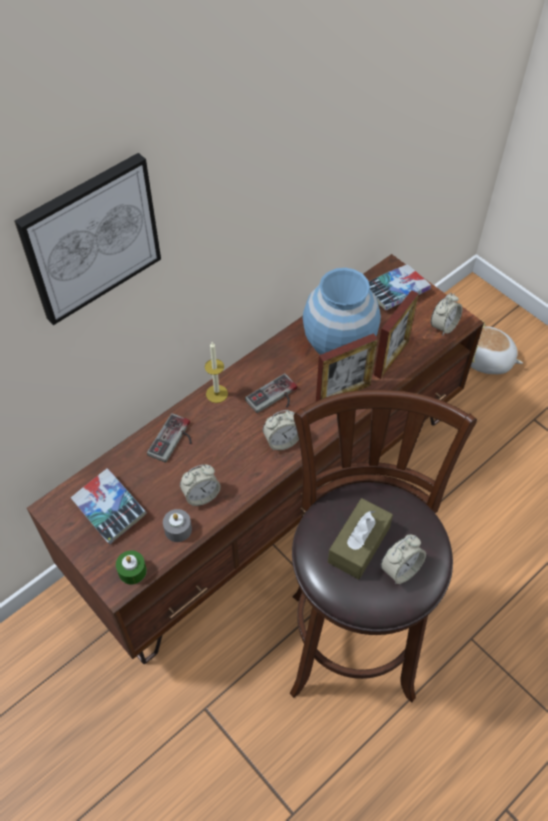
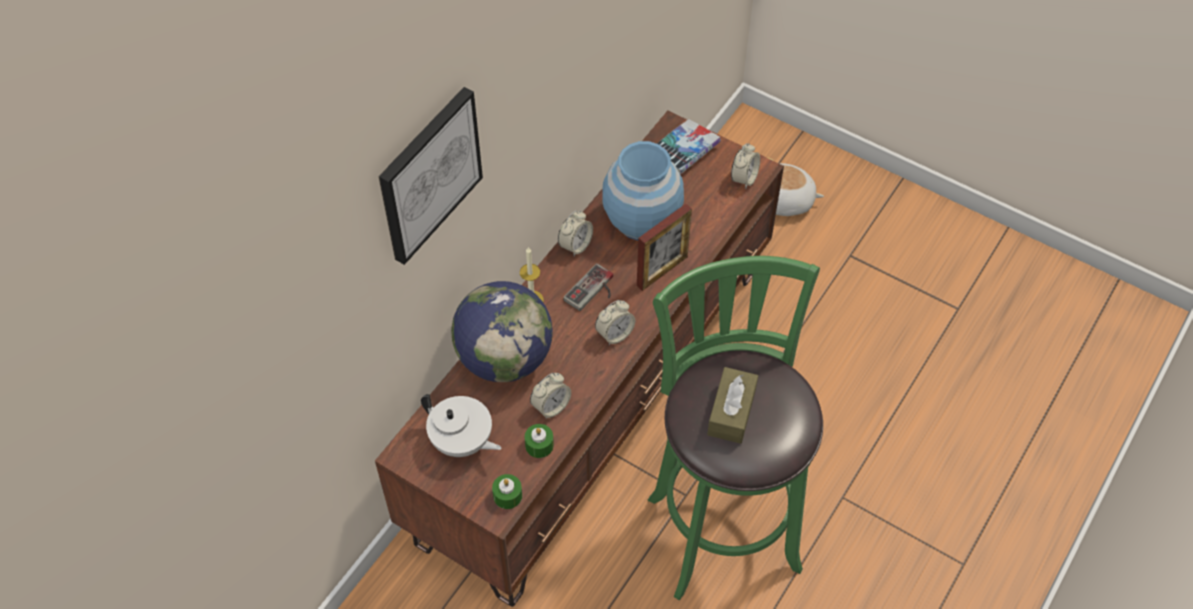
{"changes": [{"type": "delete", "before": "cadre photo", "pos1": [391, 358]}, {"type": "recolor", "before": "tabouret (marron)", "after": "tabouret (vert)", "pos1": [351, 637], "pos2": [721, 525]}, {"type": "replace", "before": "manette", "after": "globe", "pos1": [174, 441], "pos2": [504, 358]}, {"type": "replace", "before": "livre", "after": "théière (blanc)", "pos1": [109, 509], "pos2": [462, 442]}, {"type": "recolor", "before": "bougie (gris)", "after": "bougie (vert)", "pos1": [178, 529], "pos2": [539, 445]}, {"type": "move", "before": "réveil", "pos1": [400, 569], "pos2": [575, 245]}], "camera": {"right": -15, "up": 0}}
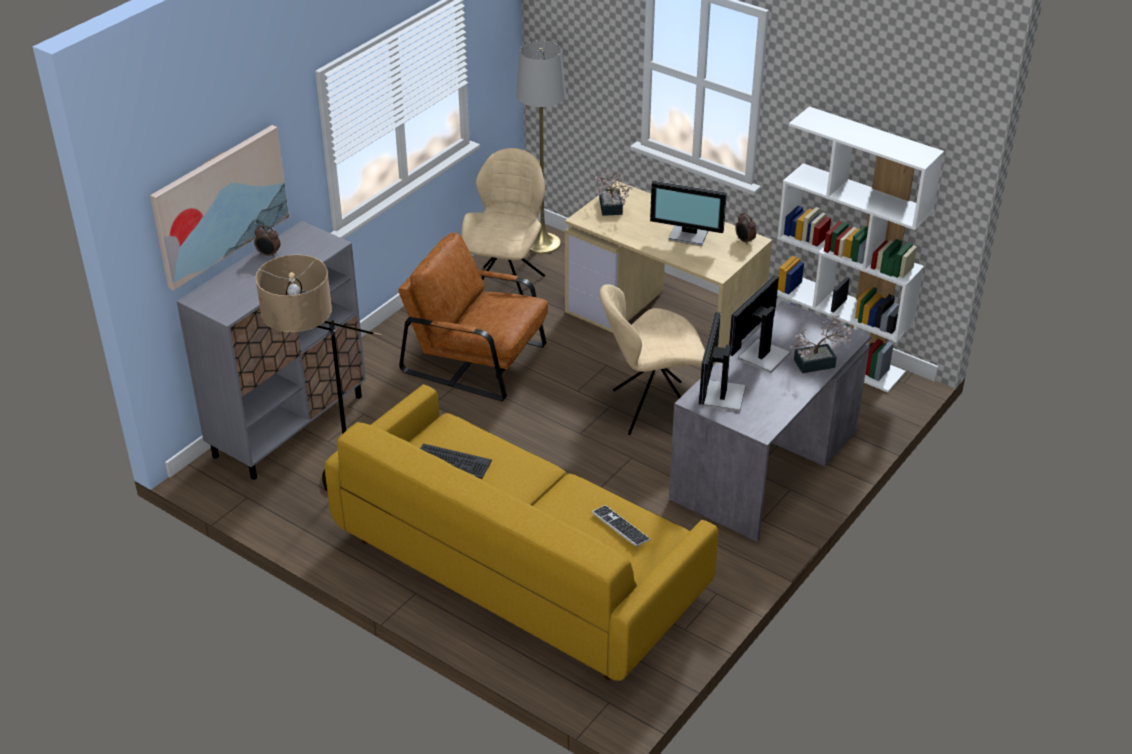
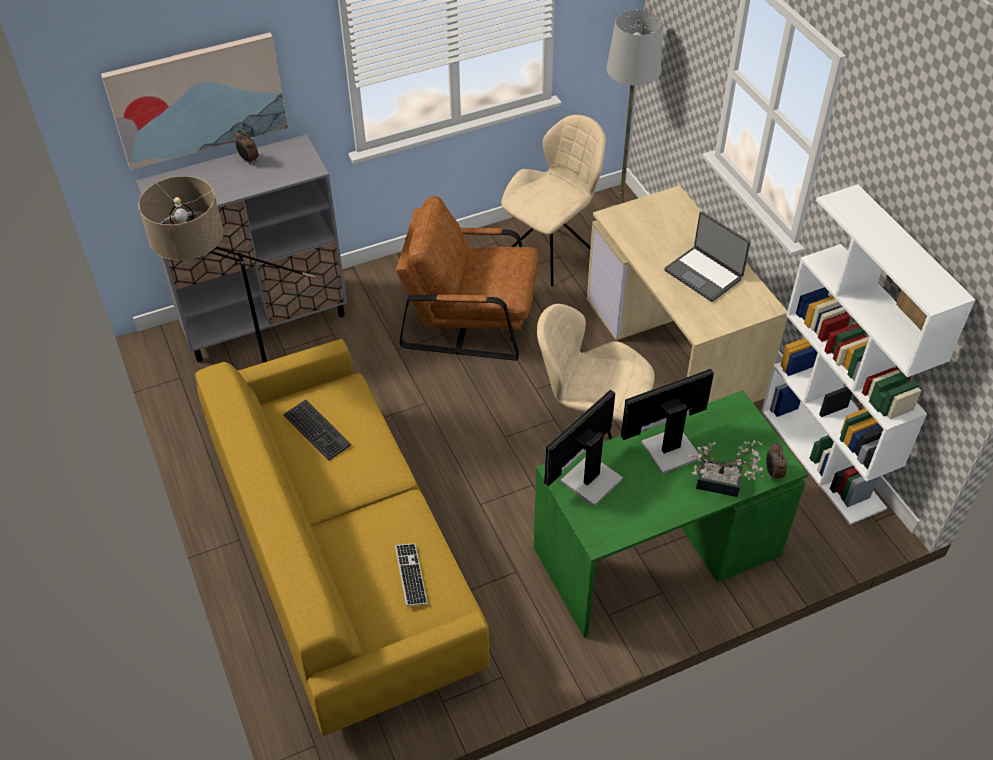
{"changes": [{"type": "delete", "before": "plante en pot", "pos1": [610, 209]}, {"type": "replace", "before": "écran d'ordinateur", "after": "ordinateur portable", "pos1": [689, 235], "pos2": [704, 274]}, {"type": "move", "before": "réveil", "pos1": [744, 241], "pos2": [772, 473]}, {"type": "rotate", "before": "fauteuil (marron)", "pos1": [477, 358], "pos2": [471, 317], "turn": -45}, {"type": "recolor", "before": "bureau (gris)", "after": "bureau (vert)", "pos1": [765, 466], "pos2": [656, 554]}], "camera": {"right": 30, "up": 10}}
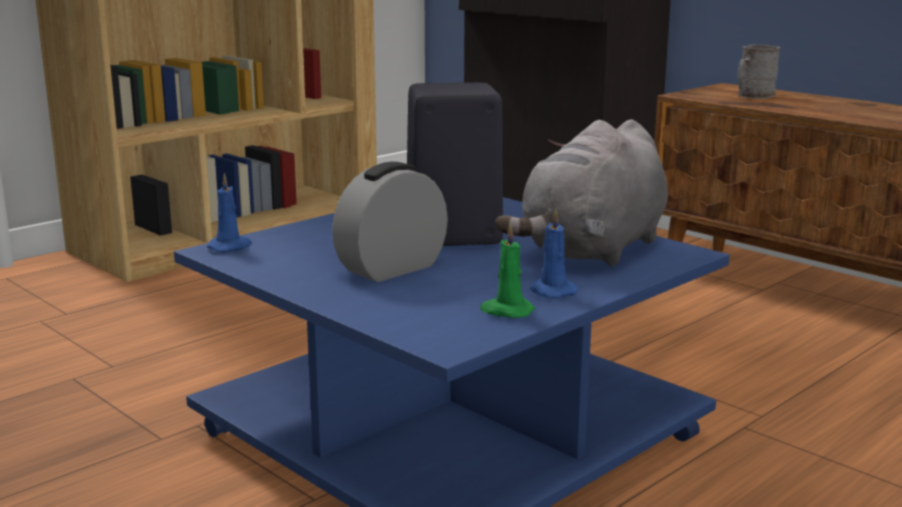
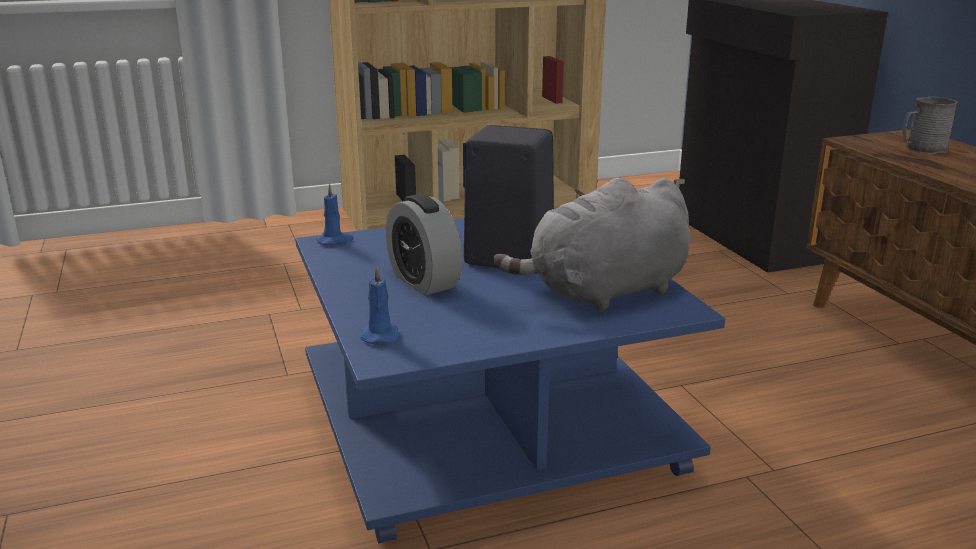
{"changes": [{"type": "rotate", "before": "réveil", "pos1": [392, 269], "pos2": [423, 281], "turn": -105}, {"type": "move", "before": "bougie (bleu)", "pos1": [551, 291], "pos2": [380, 335]}, {"type": "delete", "before": "bougie (vert)", "pos1": [506, 311]}], "camera": {"right": 25, "up": 5}}
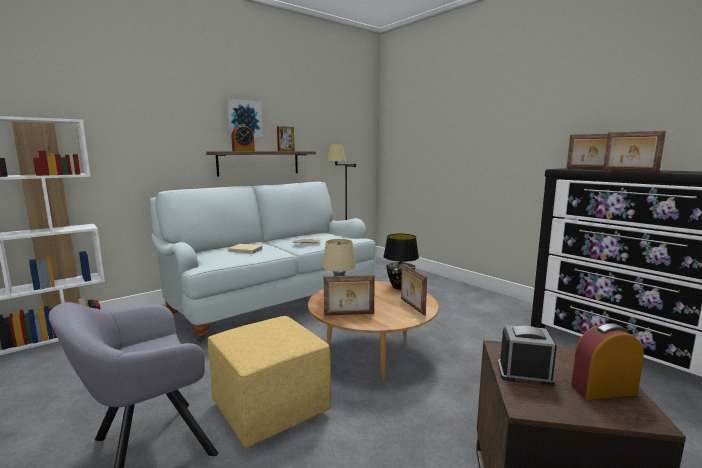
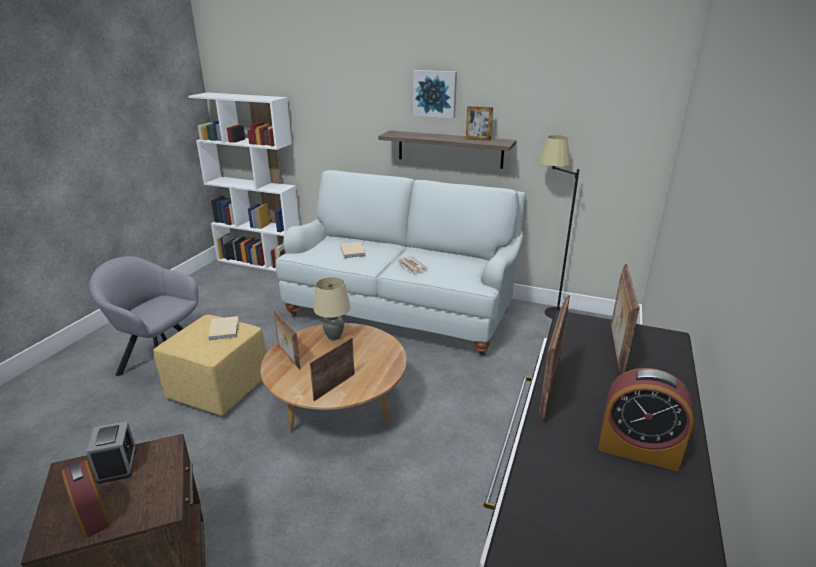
{"changes": [{"type": "move", "before": "réveil", "pos1": [243, 151], "pos2": [638, 449]}, {"type": "delete", "before": "lampe de table (noir)", "pos1": [400, 287]}, {"type": "insert", "after": "livre (beige)", "pos2": [225, 329]}], "camera": {"right": 60, "up": 15}}
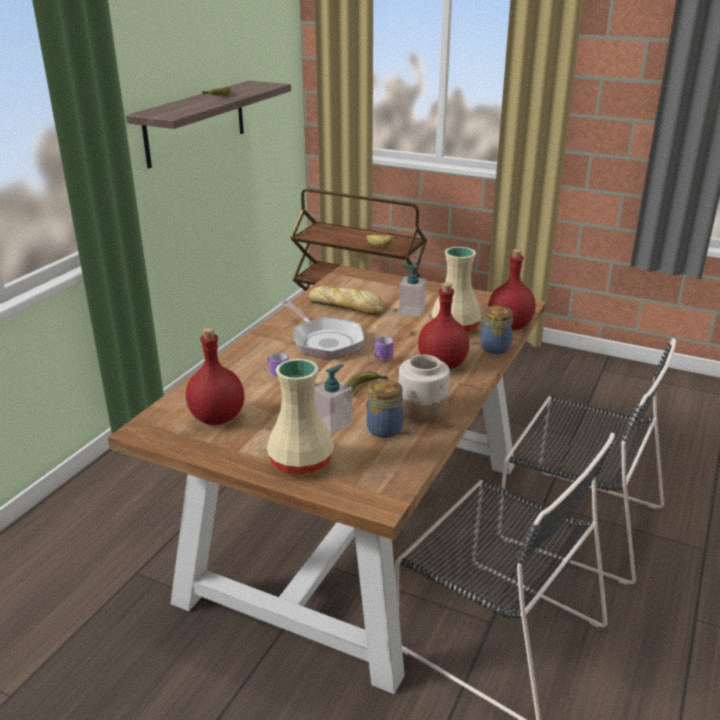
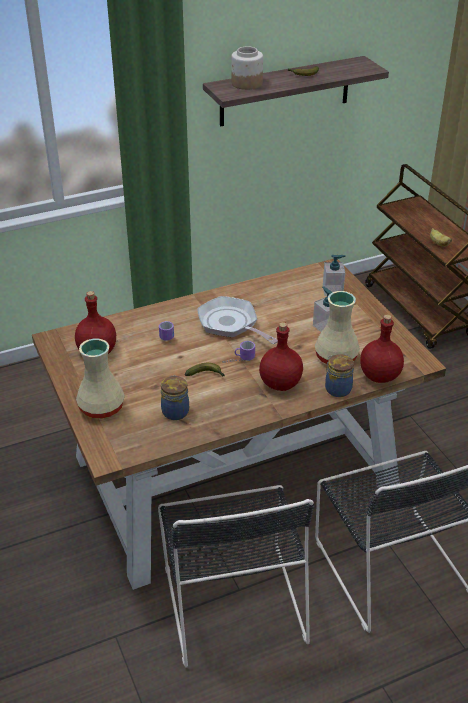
{"changes": [{"type": "delete", "before": "pain", "pos1": [347, 307]}, {"type": "rotate", "before": "poêle", "pos1": [324, 341], "pos2": [231, 324], "turn": 135}, {"type": "move", "before": "bocal", "pos1": [422, 409], "pos2": [246, 84]}, {"type": "move", "before": "distributeur de savon", "pos1": [333, 423], "pos2": [333, 290]}], "camera": {"right": 40, "up": 10}}
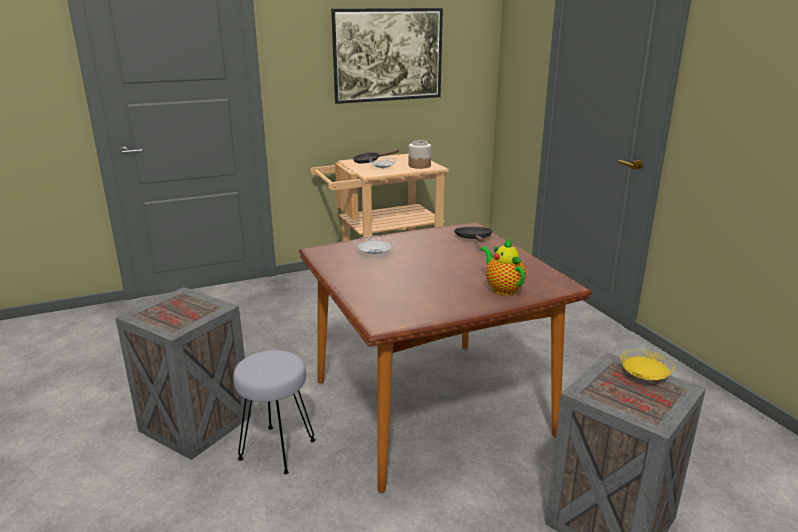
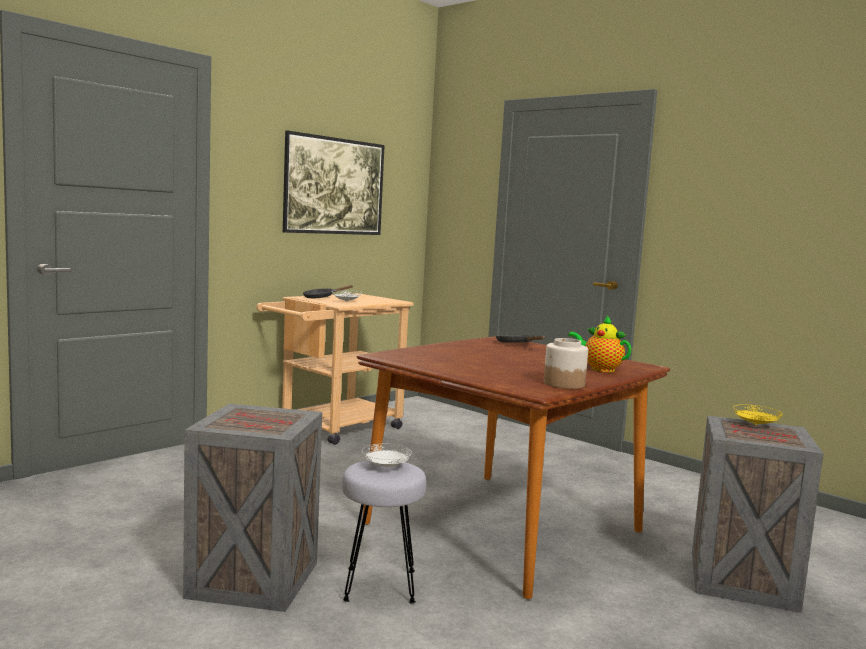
{"changes": [{"type": "move", "before": "bocal", "pos1": [419, 165], "pos2": [563, 384]}, {"type": "move", "before": "assiette (blanc)", "pos1": [375, 254], "pos2": [386, 467]}], "camera": {"right": -25, "up": -15}}
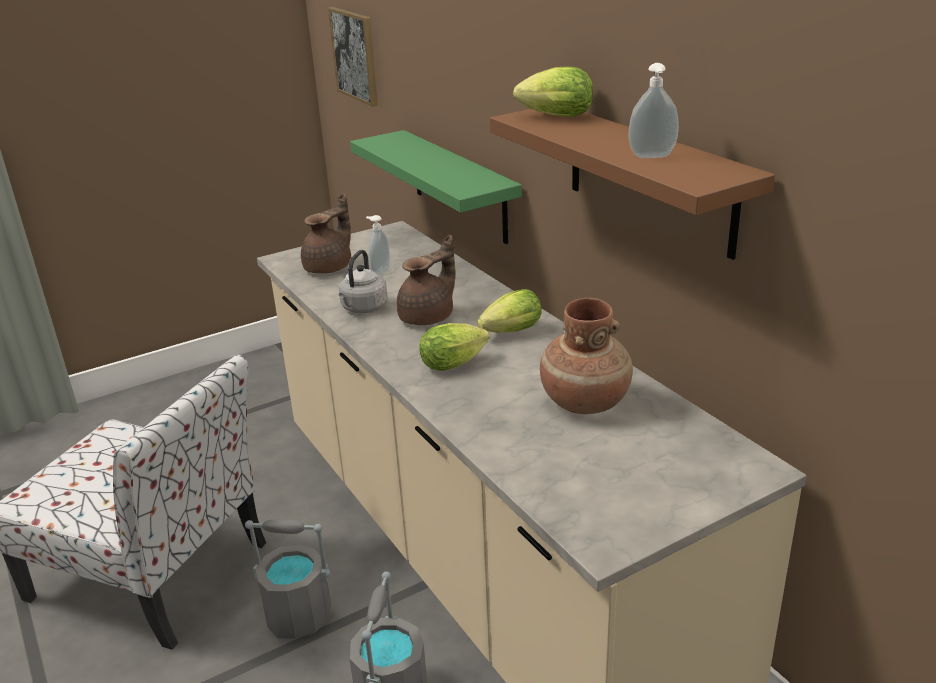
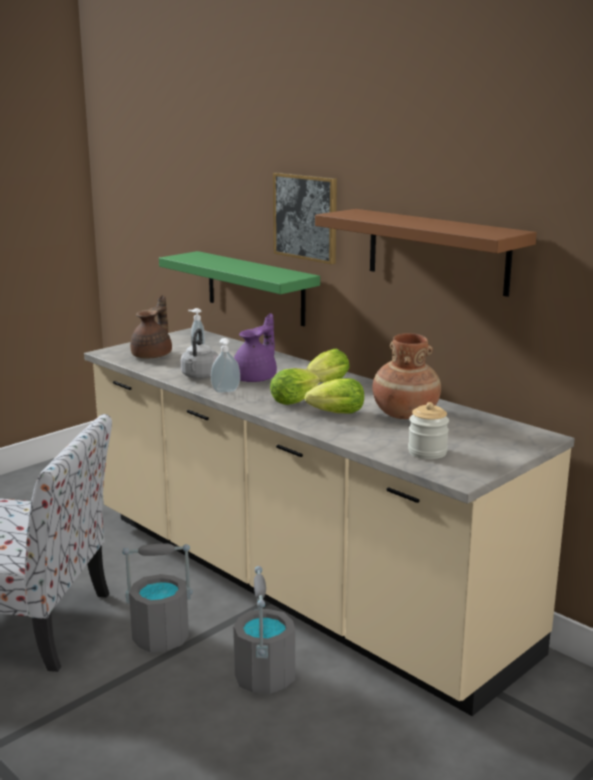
{"changes": [{"type": "move", "before": "tableau", "pos1": [355, 55], "pos2": [306, 217]}, {"type": "move", "before": "distributeur de savon", "pos1": [652, 157], "pos2": [226, 392]}, {"type": "move", "before": "laitue", "pos1": [552, 117], "pos2": [334, 413]}, {"type": "recolor", "before": "théière (marron)", "after": "théière (violet)", "pos1": [429, 317], "pos2": [256, 378]}, {"type": "insert", "after": "bocal", "pos2": [427, 452]}], "camera": {"right": -15, "up": -10}}
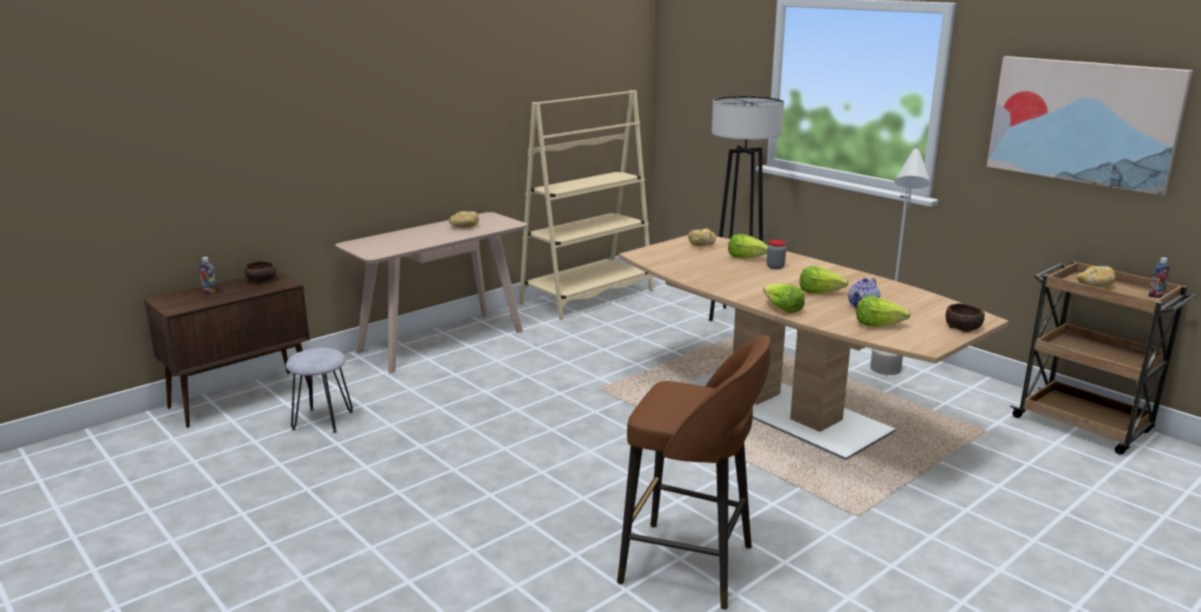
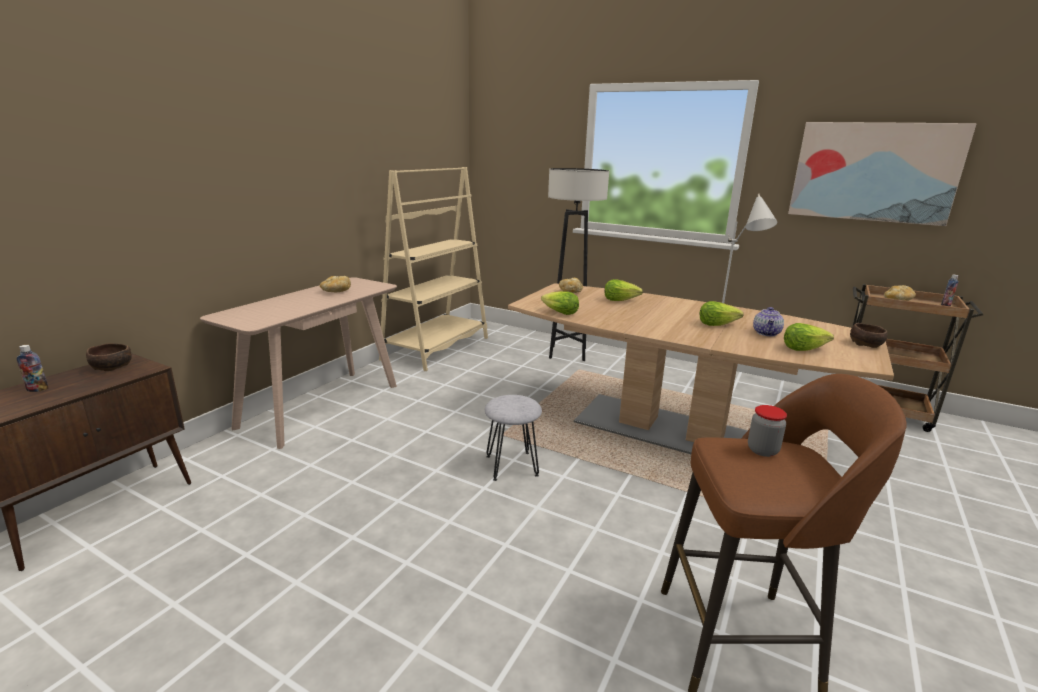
{"changes": [{"type": "move", "before": "bocal", "pos1": [775, 267], "pos2": [762, 450]}, {"type": "move", "before": "laitue", "pos1": [782, 309], "pos2": [559, 313]}, {"type": "move", "before": "tabouret (gris)", "pos1": [322, 420], "pos2": [511, 465]}], "camera": {"right": -20, "up": 0}}
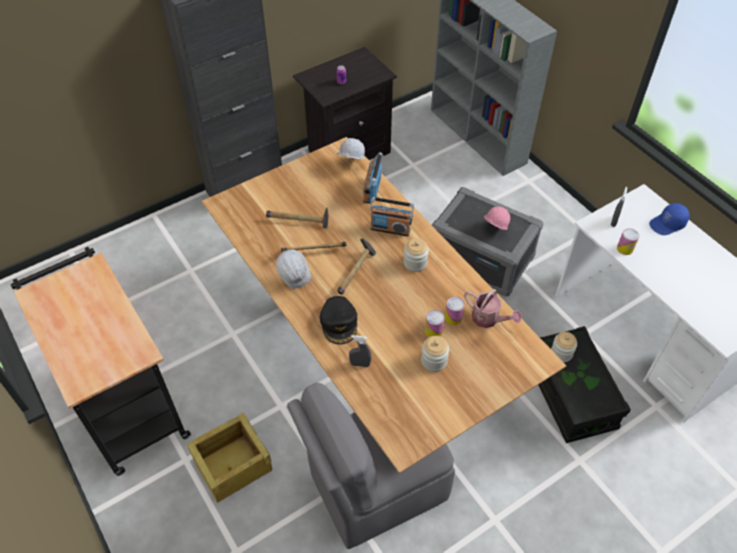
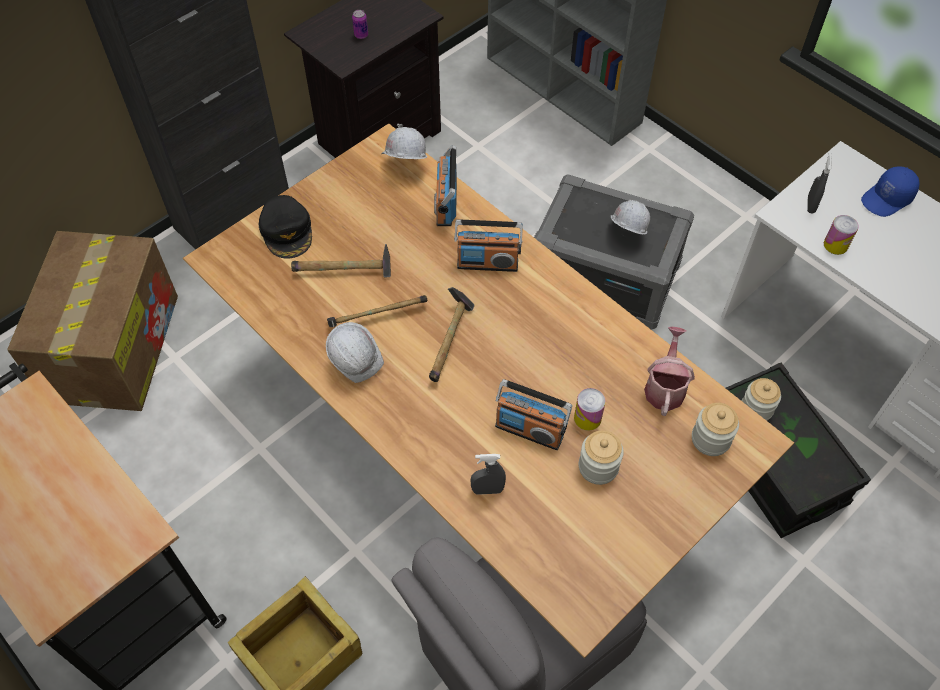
{"changes": [{"type": "recolor", "before": "casque de chantier (rose)", "after": "casque de chantier (blanc)", "pos1": [493, 229], "pos2": [625, 235]}, {"type": "move", "before": "bocal", "pos1": [415, 263], "pos2": [710, 439]}, {"type": "rotate", "before": "arrosoir", "pos1": [488, 319], "pos2": [665, 387], "turn": -105}, {"type": "move", "before": "casquette (noir)", "pos1": [339, 323], "pos2": [287, 231]}, {"type": "delete", "before": "boîte métallique", "pos1": [453, 317]}, {"type": "insert", "after": "carton", "pos2": [114, 346]}, {"type": "insert", "after": "radio", "pos2": [529, 430]}], "camera": {"right": -10, "up": 5}}
